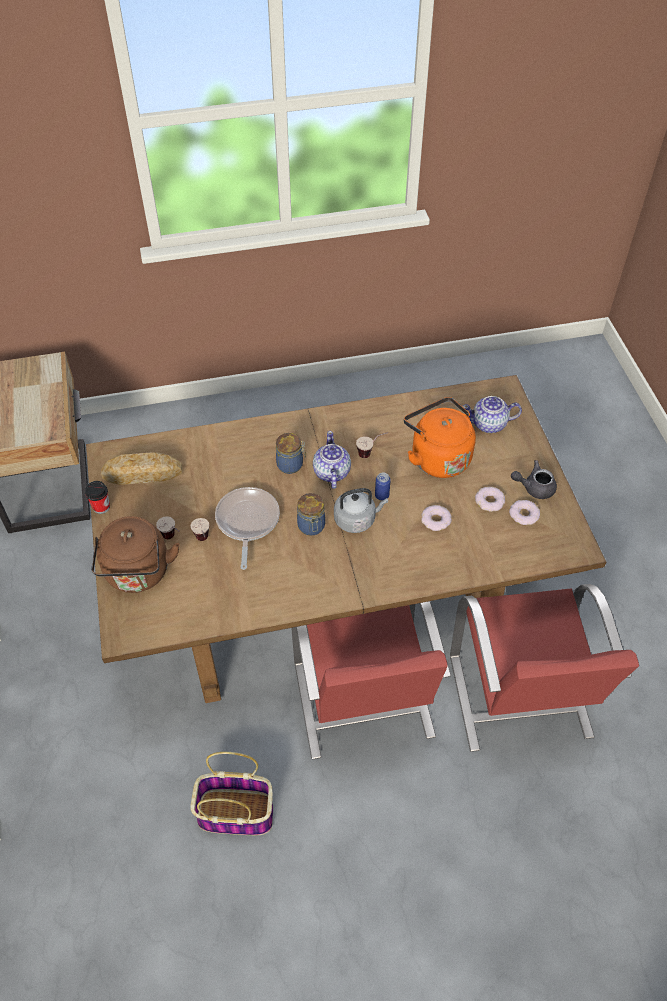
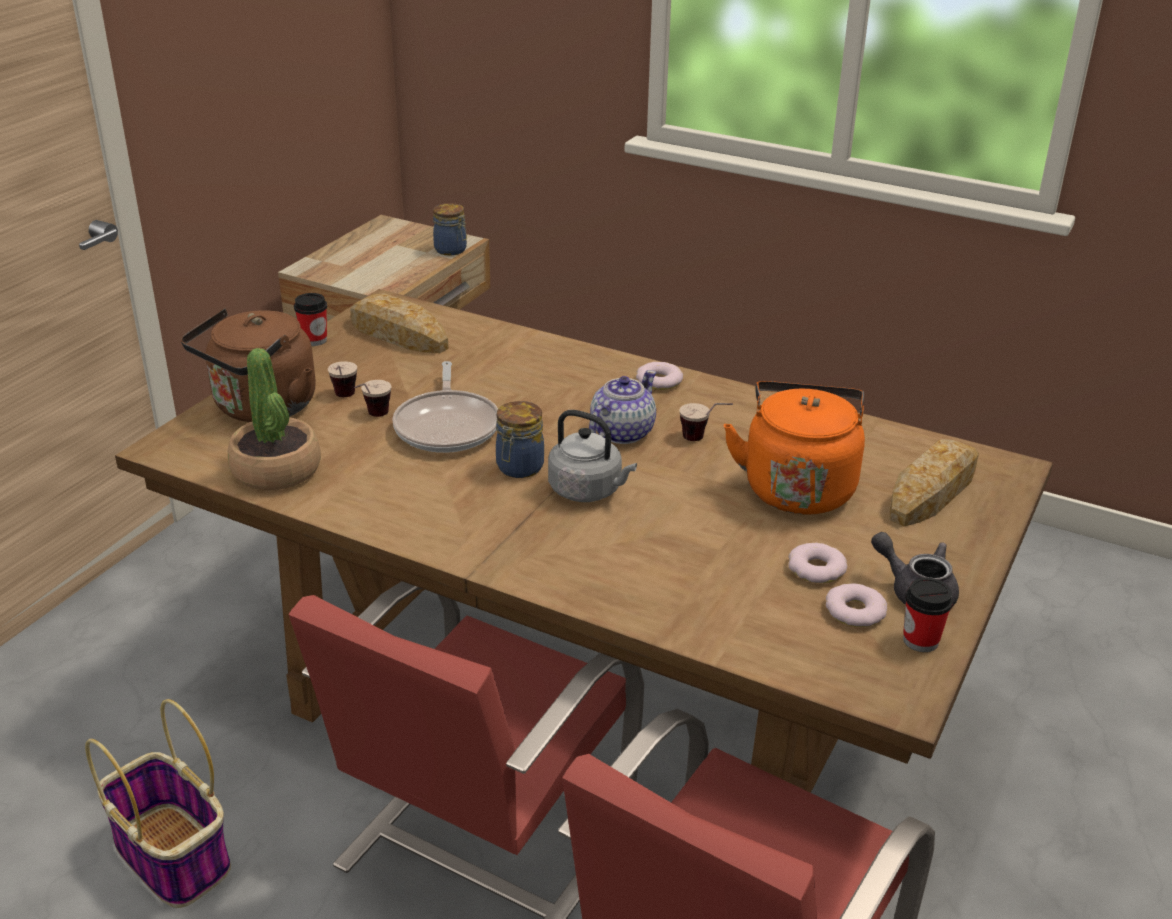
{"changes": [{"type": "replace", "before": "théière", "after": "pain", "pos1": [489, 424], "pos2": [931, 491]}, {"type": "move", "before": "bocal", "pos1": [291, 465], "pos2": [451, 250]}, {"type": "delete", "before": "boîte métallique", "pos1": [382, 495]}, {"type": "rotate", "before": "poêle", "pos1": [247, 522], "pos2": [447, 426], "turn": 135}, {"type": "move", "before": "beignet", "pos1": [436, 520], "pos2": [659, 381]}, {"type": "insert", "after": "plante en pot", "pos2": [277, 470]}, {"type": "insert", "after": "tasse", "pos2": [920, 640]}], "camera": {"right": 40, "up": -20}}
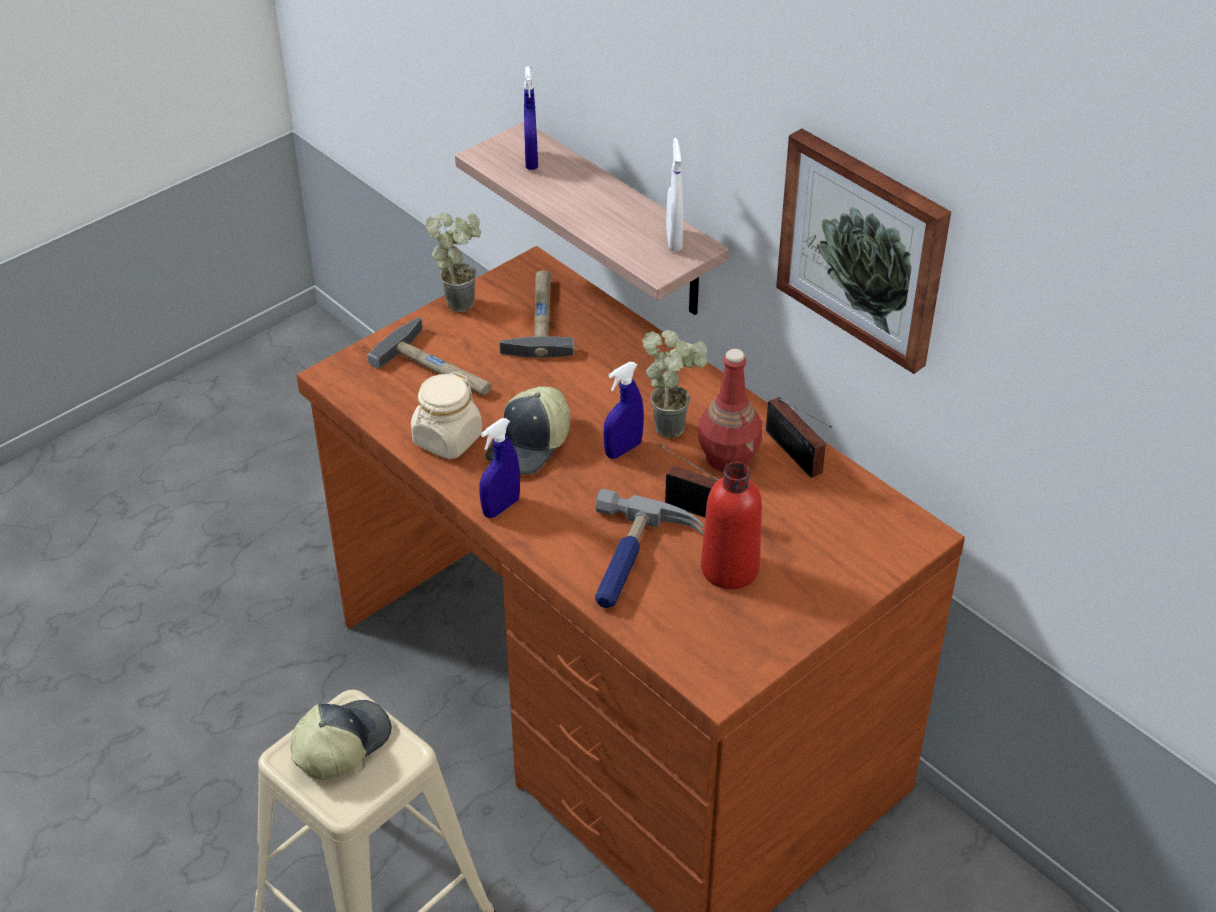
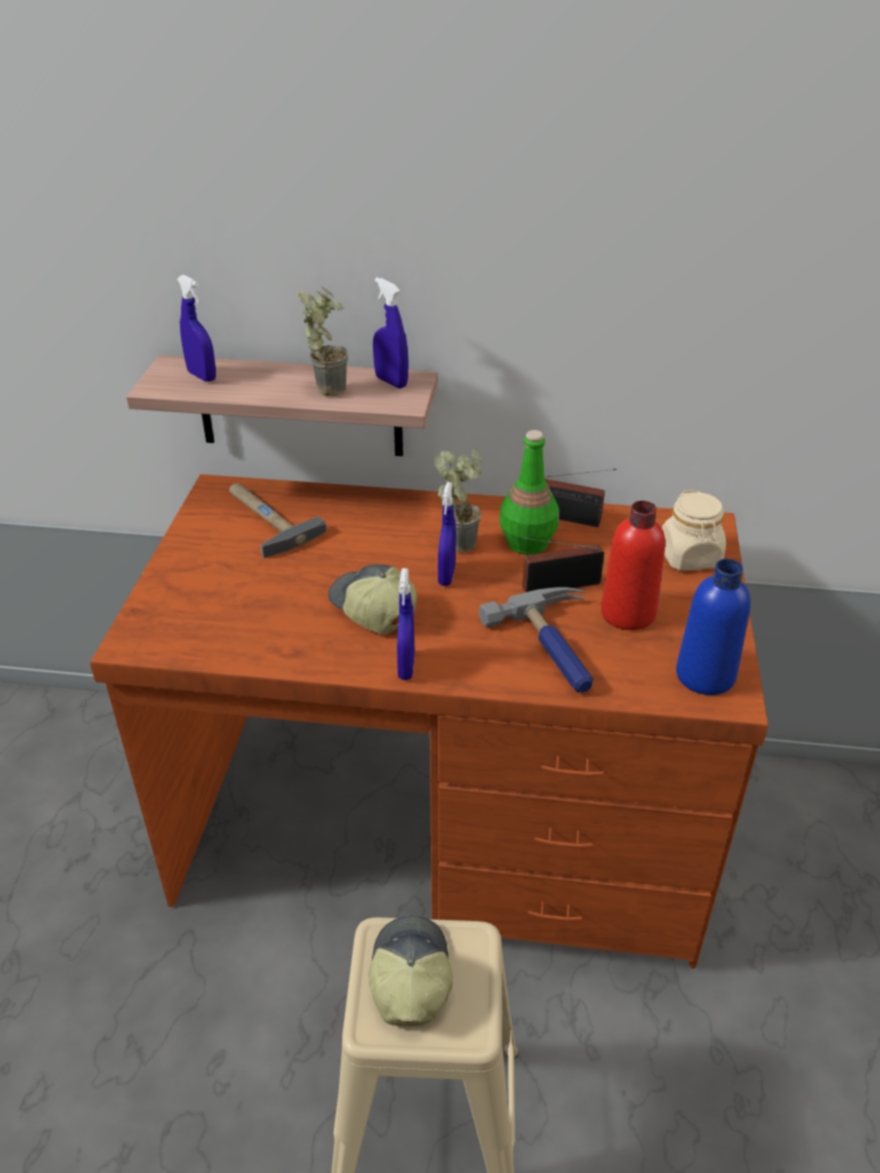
{"changes": [{"type": "delete", "before": "tableau", "pos1": [864, 248]}, {"type": "recolor", "before": "vaporisateur (blanc)", "after": "vaporisateur (bleu)", "pos1": [674, 240], "pos2": [391, 382]}, {"type": "move", "before": "plante en pot", "pos1": [461, 299], "pos2": [327, 387]}, {"type": "delete", "before": "marteau", "pos1": [439, 368]}, {"type": "recolor", "before": "bouteille (rouge)", "after": "bouteille (vert)", "pos1": [728, 457], "pos2": [527, 542]}, {"type": "move", "before": "bocal (beige)", "pos1": [447, 439], "pos2": [690, 557]}, {"type": "rotate", "before": "casquette", "pos1": [531, 445], "pos2": [371, 609], "turn": 150}, {"type": "insert", "after": "bouteille (bleu)", "pos2": [705, 675]}], "camera": {"right": -40, "up": -5}}
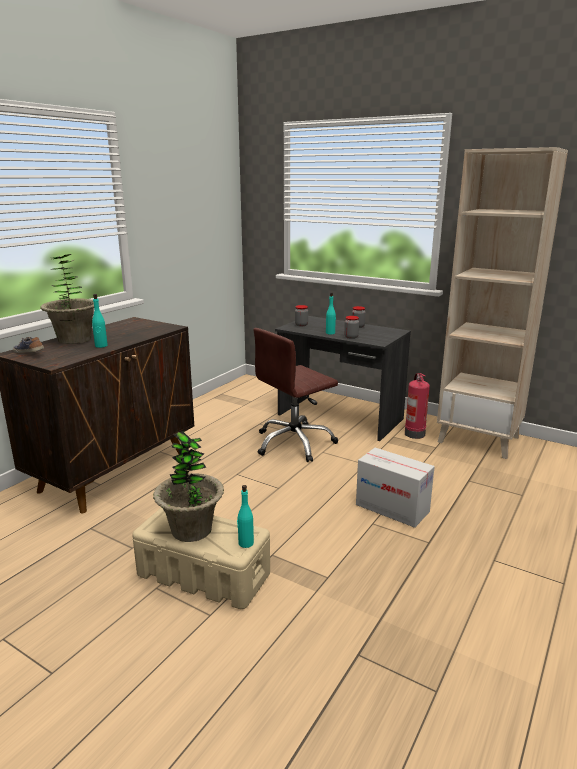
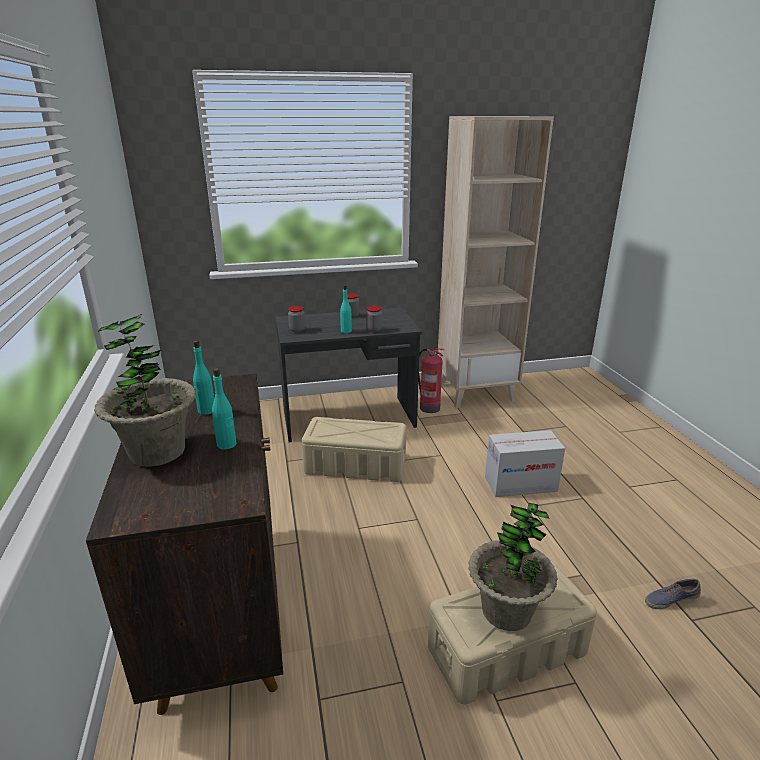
{"changes": [{"type": "replace", "before": "chaise de bureau (marron)", "after": "boîte de rangement (beige)", "pos1": [294, 443], "pos2": [355, 465]}, {"type": "move", "before": "chaussure", "pos1": [29, 353], "pos2": [670, 600]}, {"type": "move", "before": "bouteille (turquoise)", "pos1": [245, 543], "pos2": [206, 410]}], "camera": {"right": -45, "up": 5}}
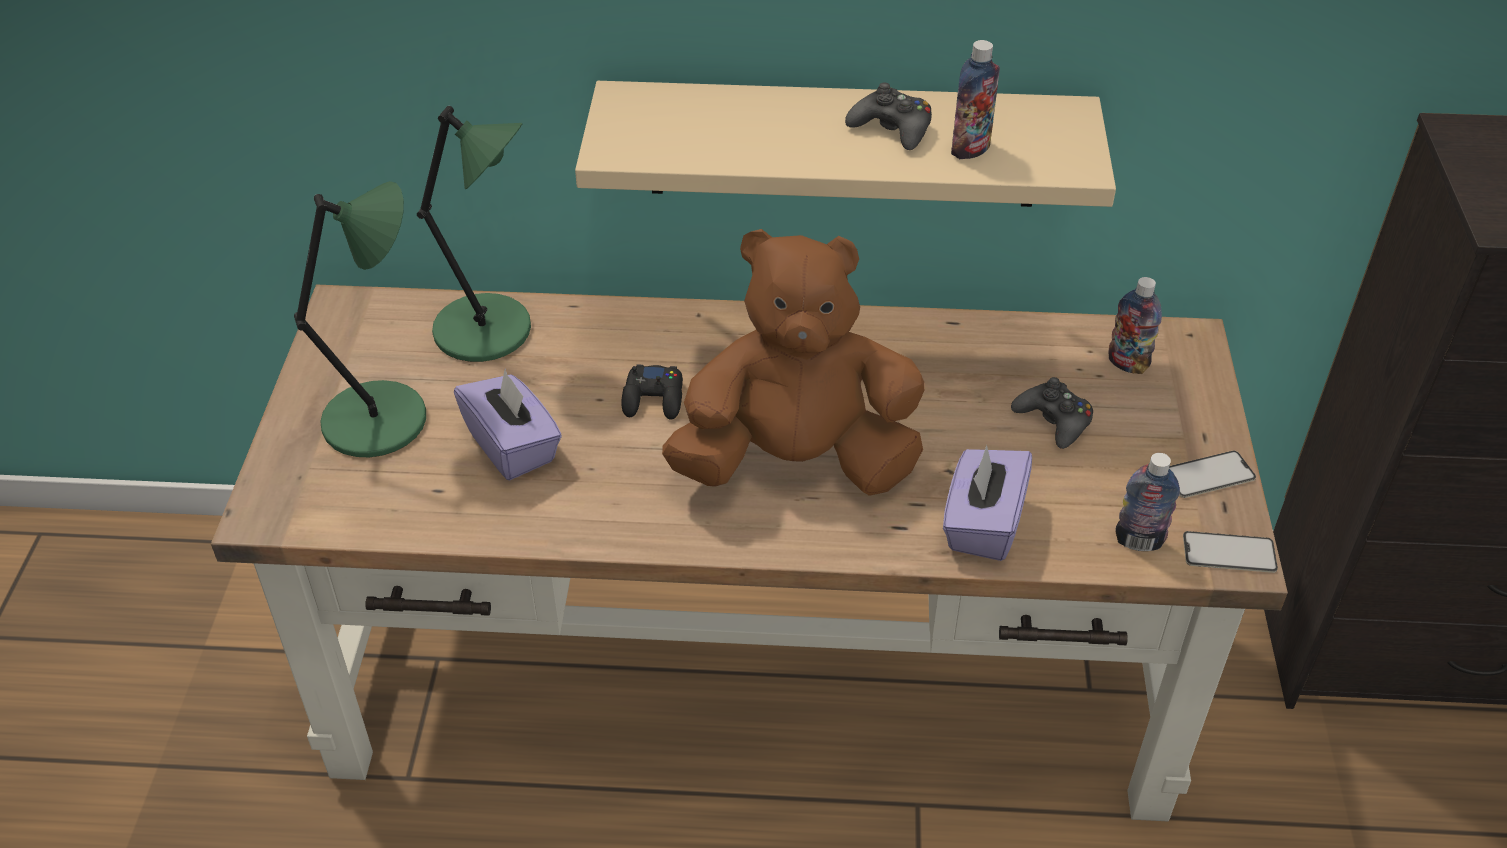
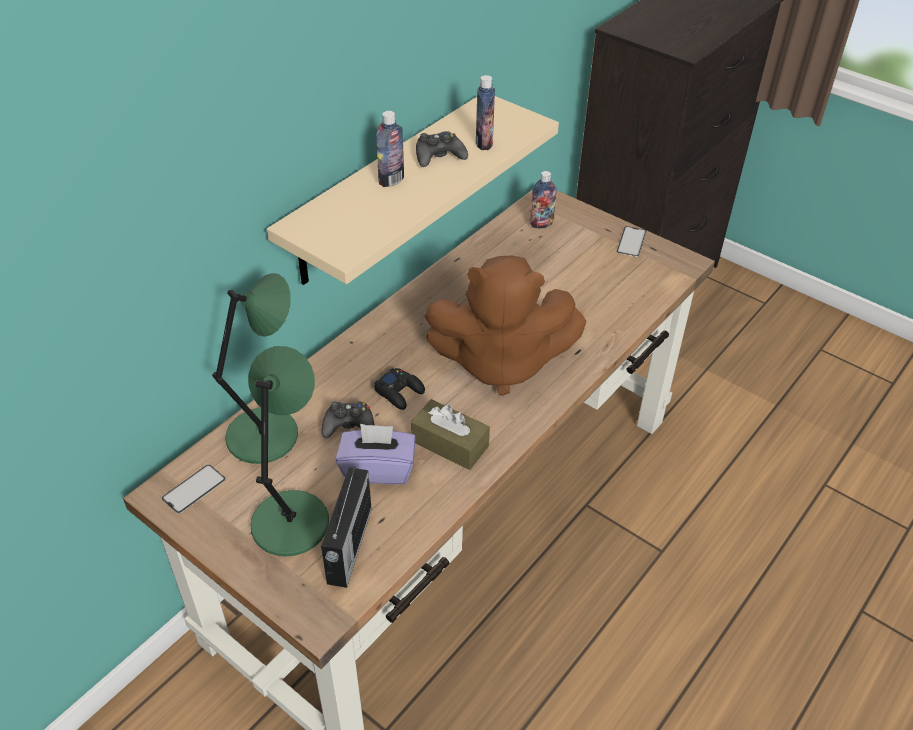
{"changes": [{"type": "rotate", "before": "peluche (marron)", "pos1": [797, 462], "pos2": [500, 363], "turn": -120}, {"type": "move", "before": "manette (noir)", "pos1": [1054, 420], "pos2": [349, 425]}, {"type": "delete", "before": "boîte à mouchoirs (violet)", "pos1": [982, 524]}, {"type": "move", "before": "bouteille", "pos1": [1139, 541], "pos2": [391, 180]}, {"type": "move", "before": "téléphone", "pos1": [1229, 552], "pos2": [194, 489]}, {"type": "insert", "after": "boîte à mouchoirs (marron)", "pos2": [450, 444]}, {"type": "insert", "after": "radio", "pos2": [349, 547]}], "camera": {"right": -55, "up": 0}}
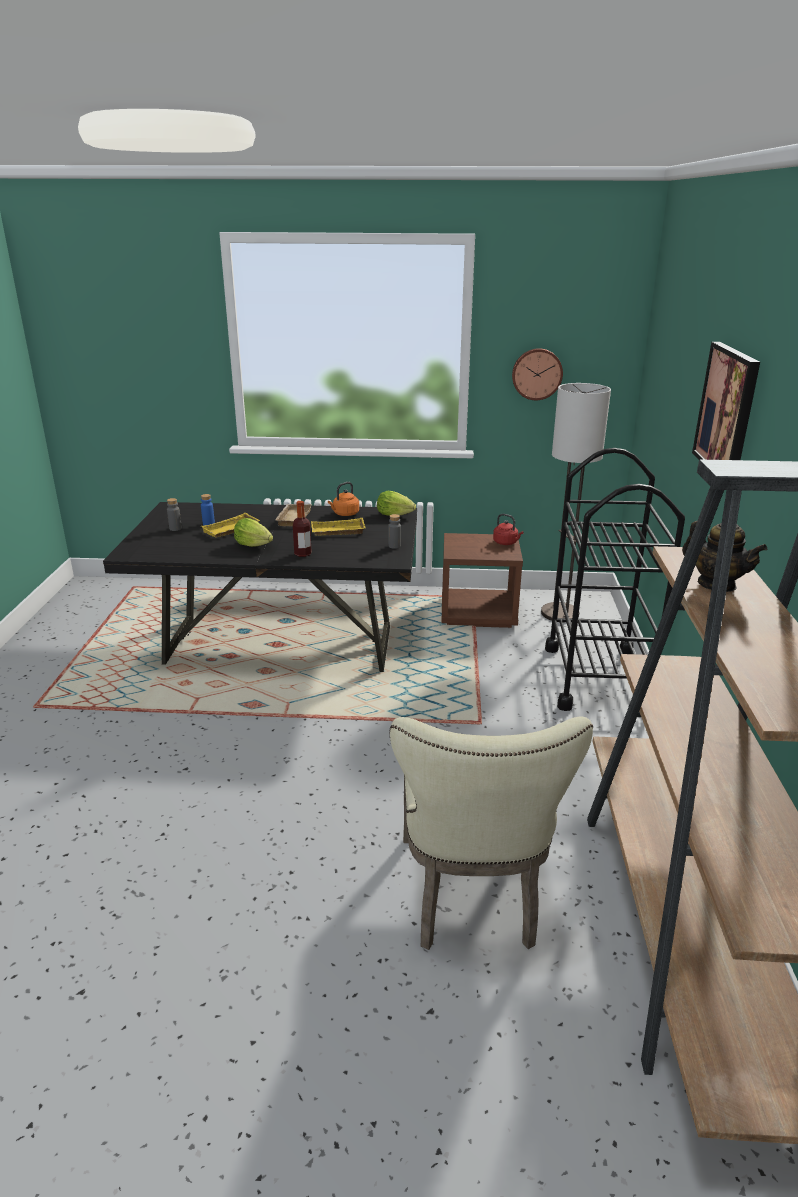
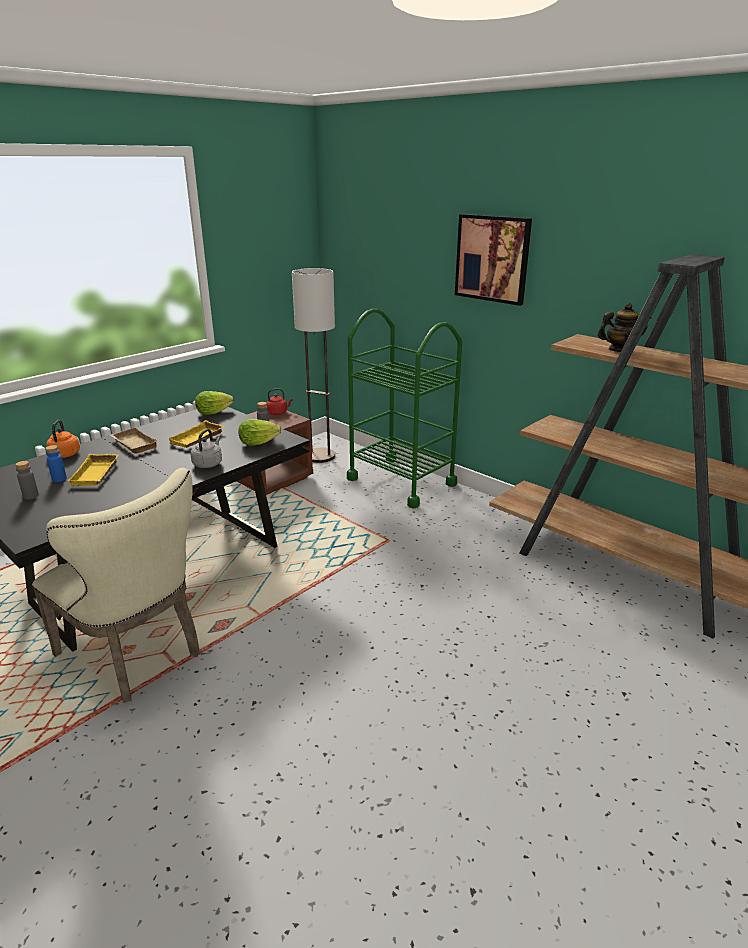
{"changes": [{"type": "delete", "before": "horloge murale", "pos1": [537, 374]}, {"type": "recolor", "before": "chariot (noir)", "after": "chariot (vert)", "pos1": [597, 678], "pos2": [401, 481]}, {"type": "move", "before": "bouilloire (orange)", "pos1": [345, 514], "pos2": [64, 455]}, {"type": "replace", "before": "bouteille", "after": "bouilloire (gris)", "pos1": [303, 554], "pos2": [208, 463]}, {"type": "move", "before": "laitue", "pos1": [253, 545], "pos2": [258, 443]}, {"type": "move", "before": "chaise (beige)", "pos1": [472, 898], "pos2": [137, 655]}], "camera": {"right": -50, "up": 0}}
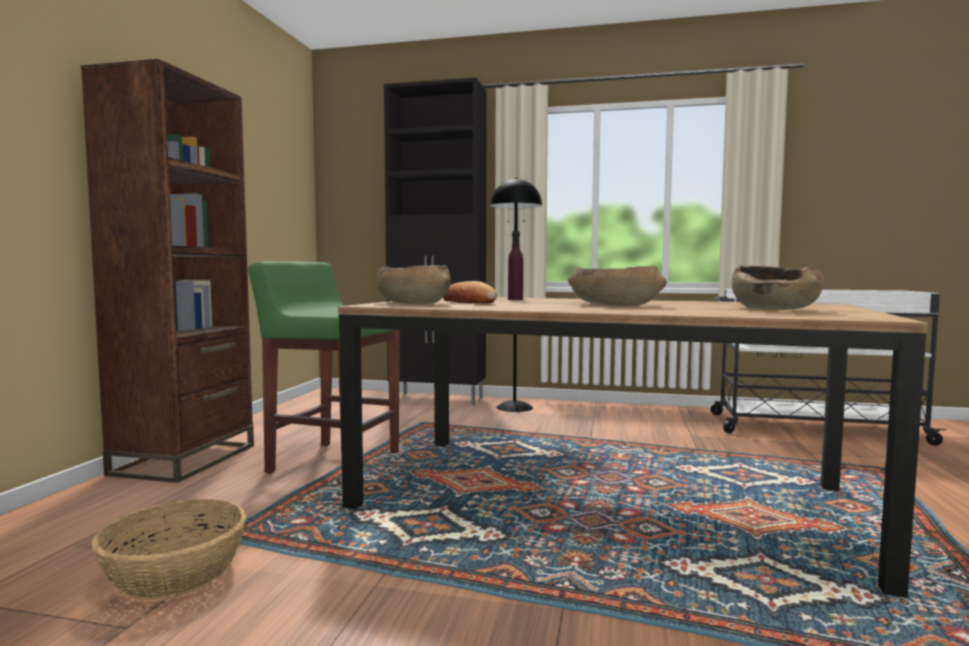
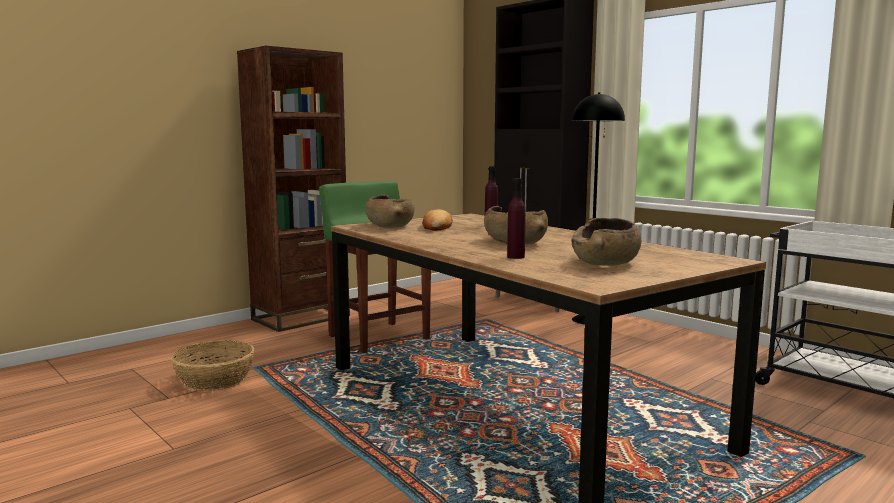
{"changes": [{"type": "insert", "after": "bouteille (violet)", "pos2": [515, 257]}], "camera": {"right": 35, "up": 5}}
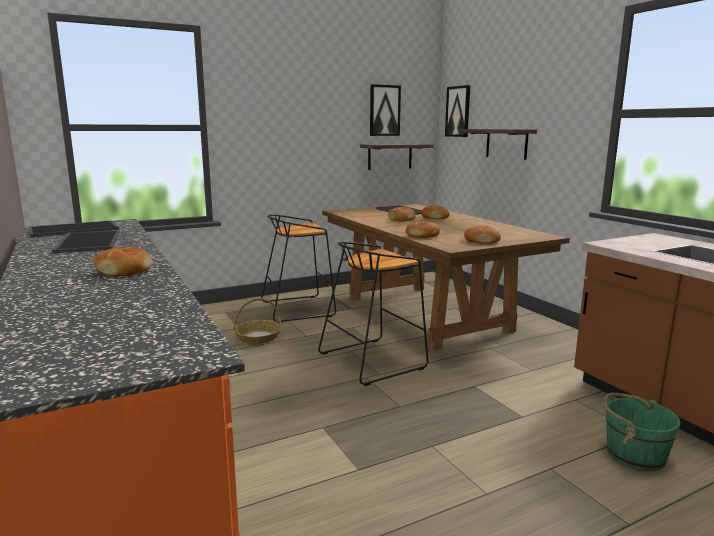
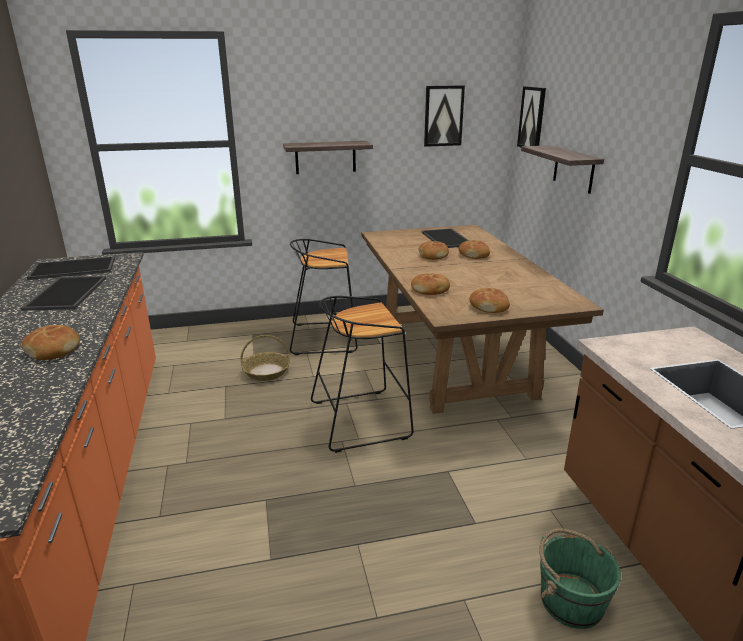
{"changes": [{"type": "move", "before": "étagère", "pos1": [390, 156], "pos2": [325, 157]}], "camera": {"right": 15, "up": 10}}
